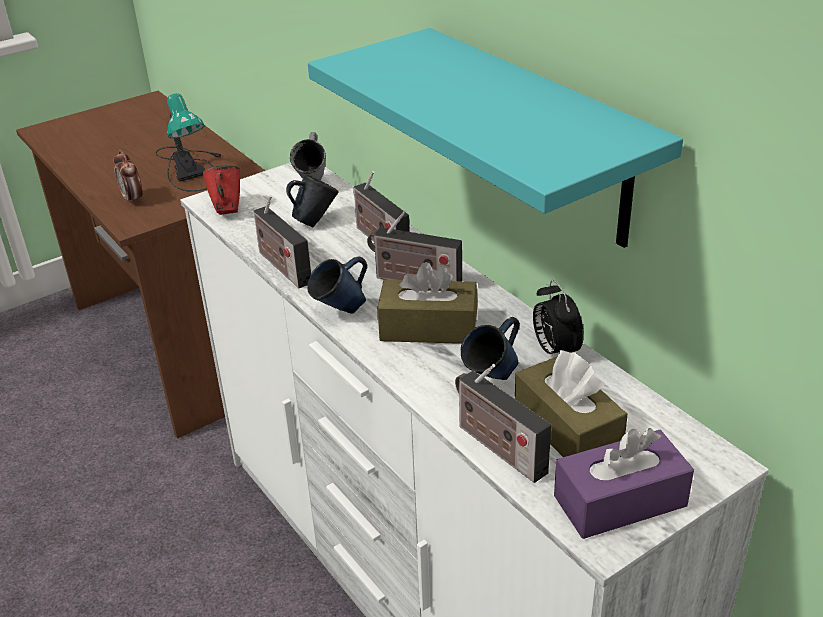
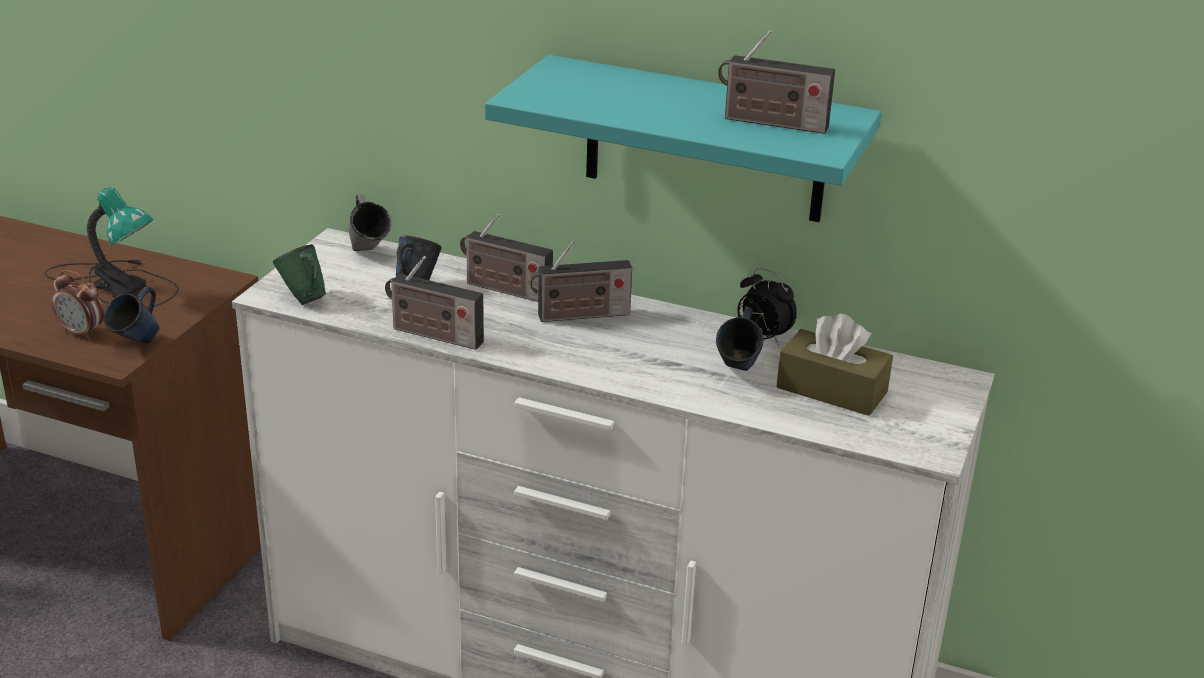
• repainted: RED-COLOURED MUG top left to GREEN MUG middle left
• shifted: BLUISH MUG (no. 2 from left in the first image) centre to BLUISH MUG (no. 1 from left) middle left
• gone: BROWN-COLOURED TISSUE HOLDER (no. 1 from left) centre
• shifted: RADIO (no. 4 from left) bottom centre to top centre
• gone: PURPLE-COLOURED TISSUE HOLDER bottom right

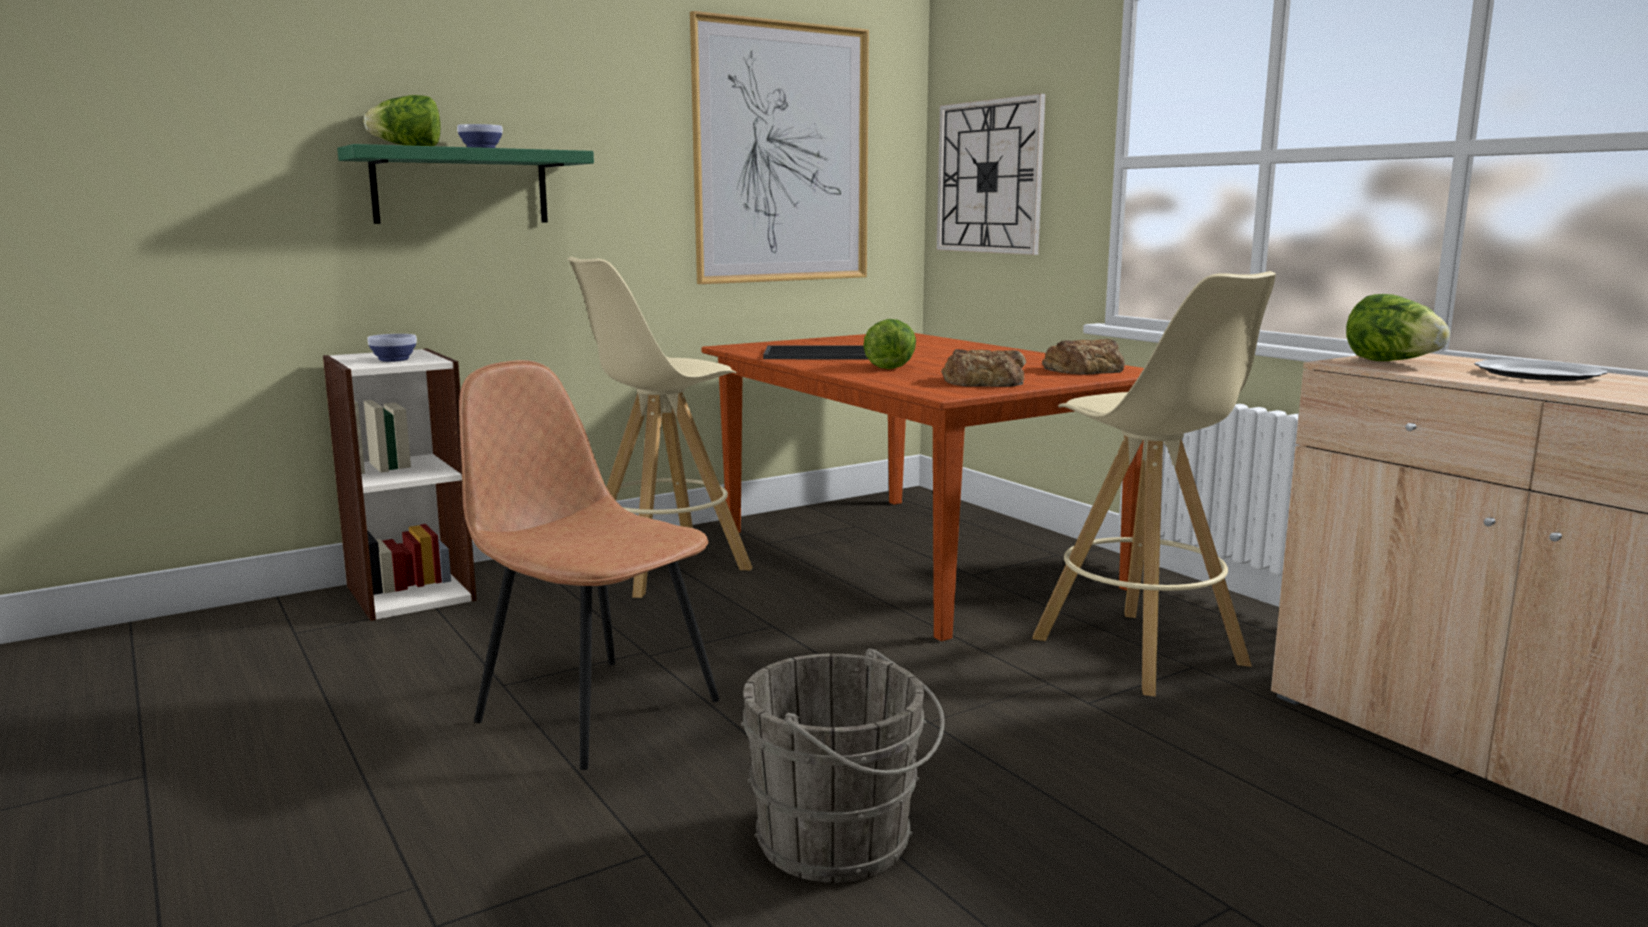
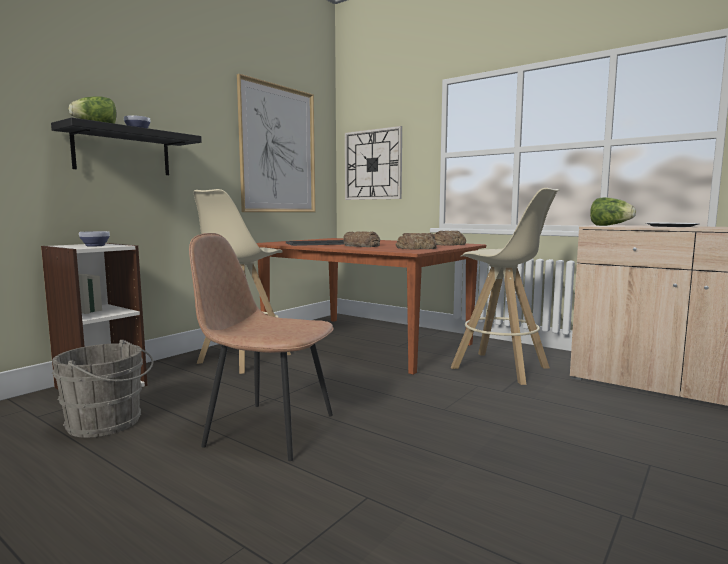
• repainted: GREEN SHELF top left to BLACK-COLOURED SHELF top left
• shifted: GREY BUCKET bottom centre to bottom left
• swapped: LETTUCE (no. 2 from left) centre to BAKERY BREAD (no. 1 from left) centre

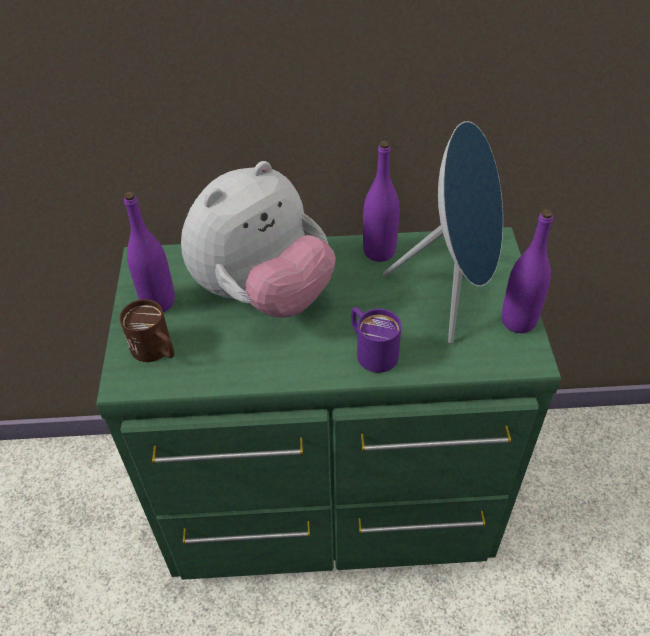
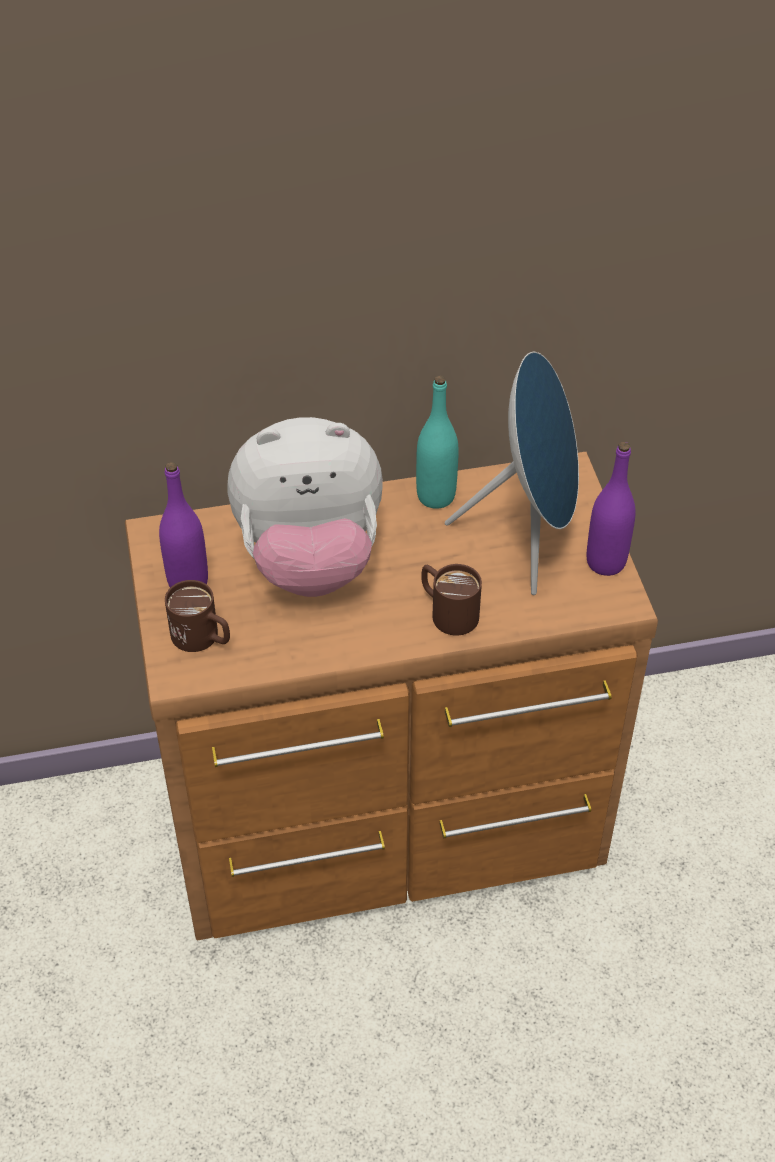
• repainted: GREEN DRESSER centre to BROWN-COLOURED DRESSER centre
• rotated: SOFT TOY centre = centre 45 degrees clockwise
• repainted: PURPLE-COLOURED MUG centre to BROWN-COLOURED MUG (no. 2 from left) centre
• repainted: PURPLE-COLOURED BOTTLE (no. 2 from left) top centre to TURQUOISE-COLOURED BOTTLE centre

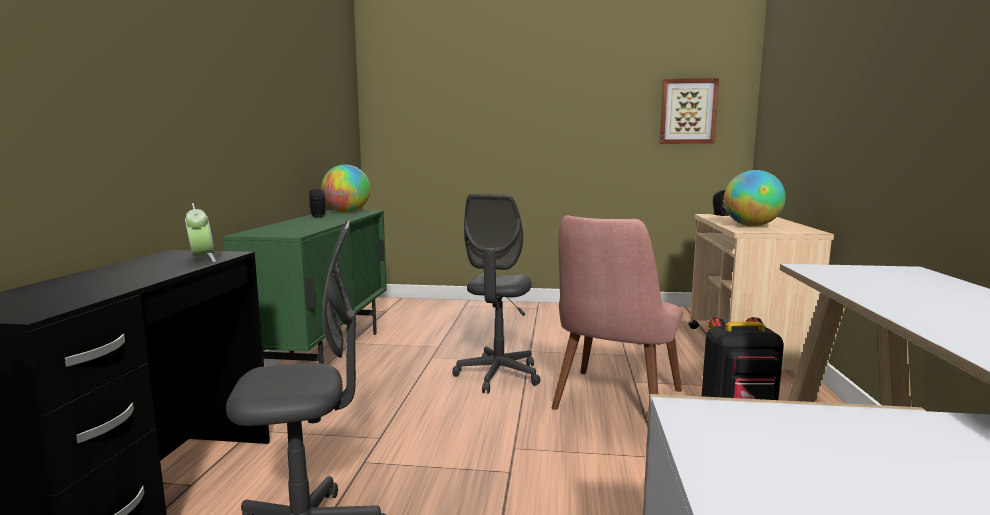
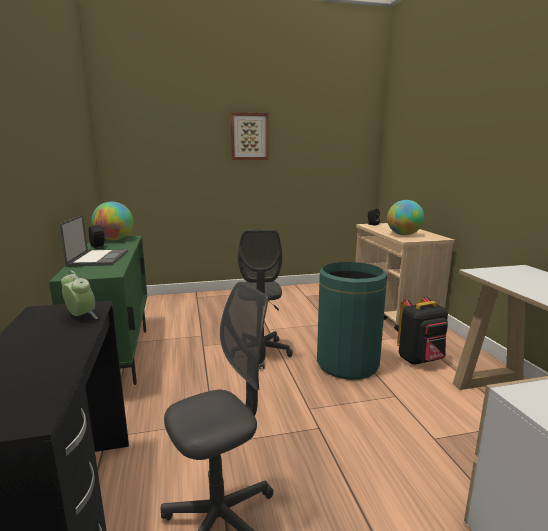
• swapped: PINK-COLOURED PLAIN CHAIR centre to GREEN RUBBISH BIN centre
• shifted: PICTURE top right to top centre
• new: LAPTOP middle left

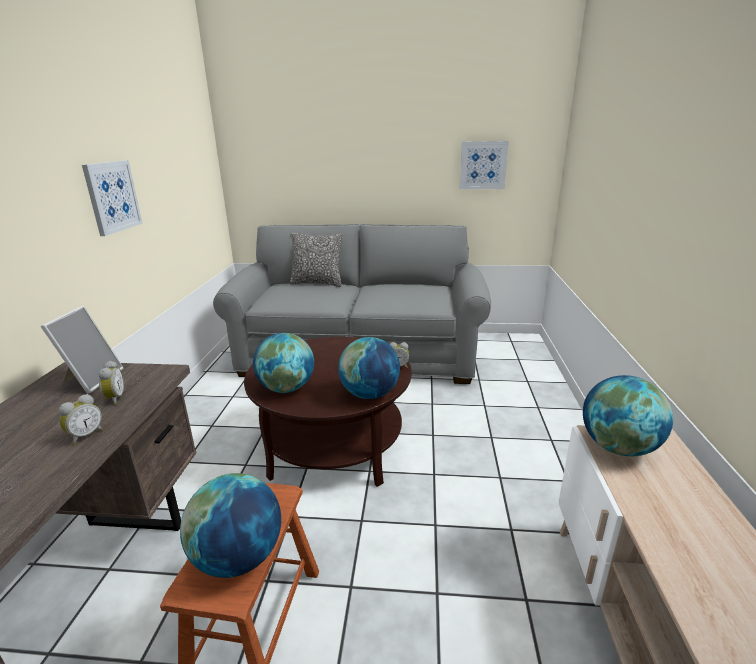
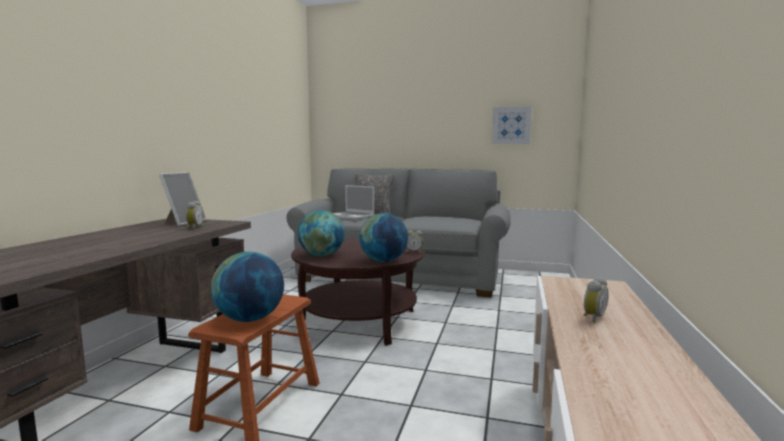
• shifted: ALARM CLOCK (no. 1 from left in the first image) middle left to ALARM CLOCK (no. 3 from left) bottom right
• gone: PICTURE (no. 1 from left) top left
• gone: WORLD GLOBE (no. 4 from left) middle right
• new: LAPTOP centre

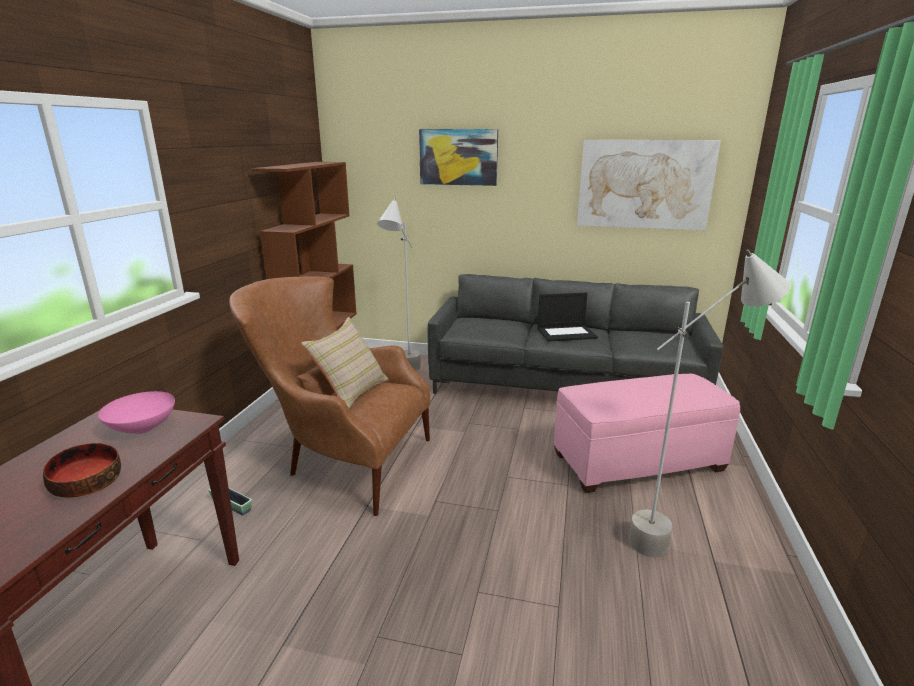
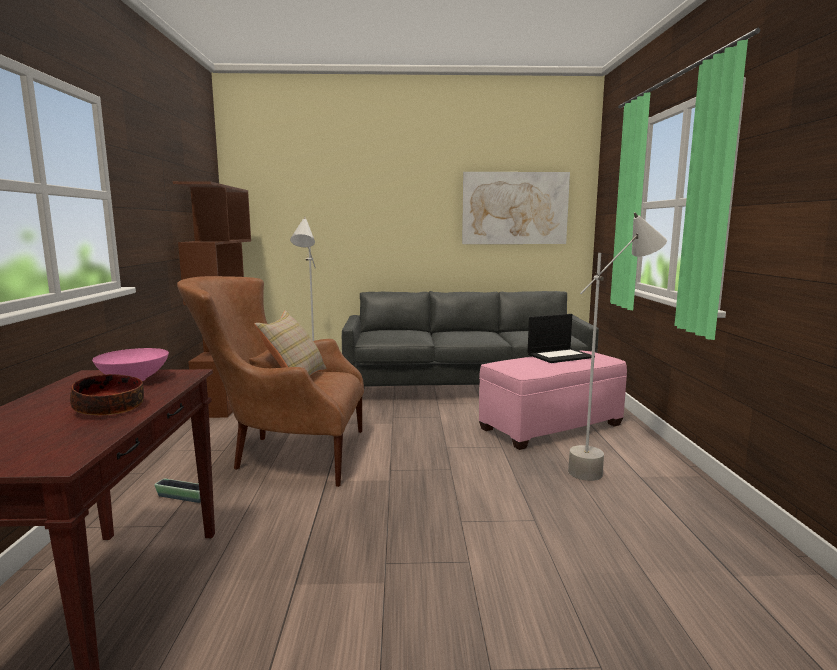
• gone: PICTURE (no. 1 from left) top centre
• shifted: LAPTOP centre to middle right

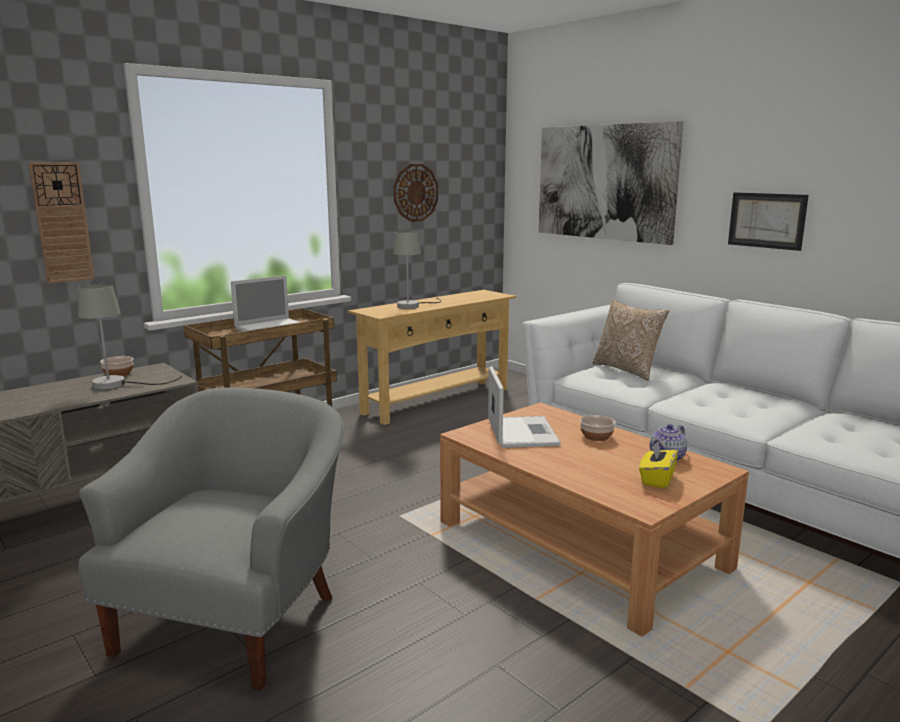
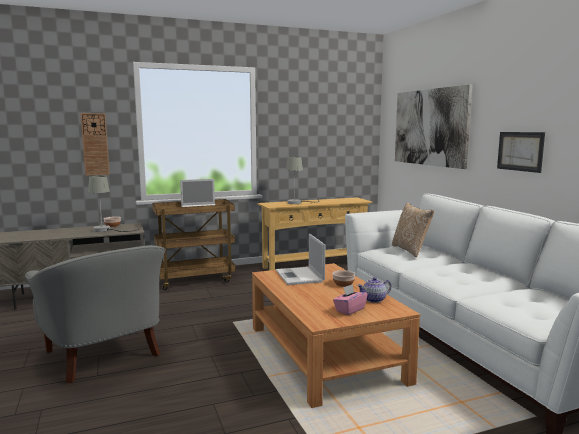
• rotated: GREY EASY CHAIR bottom left = bottom left 105 degrees clockwise
• gone: CLOCK ON THE WALL (no. 2 from left) top centre
• rotated: LAPTOP (no. 2 from left) centre = centre 150 degrees clockwise
• repainted: YELLOW TISSUE HOLDER middle right to PINK-COLOURED TISSUE HOLDER bottom centre

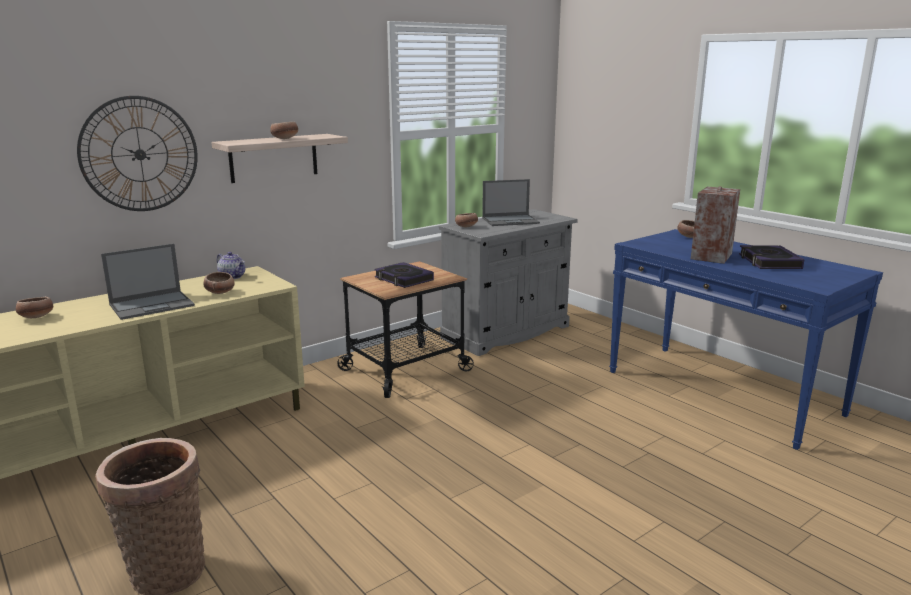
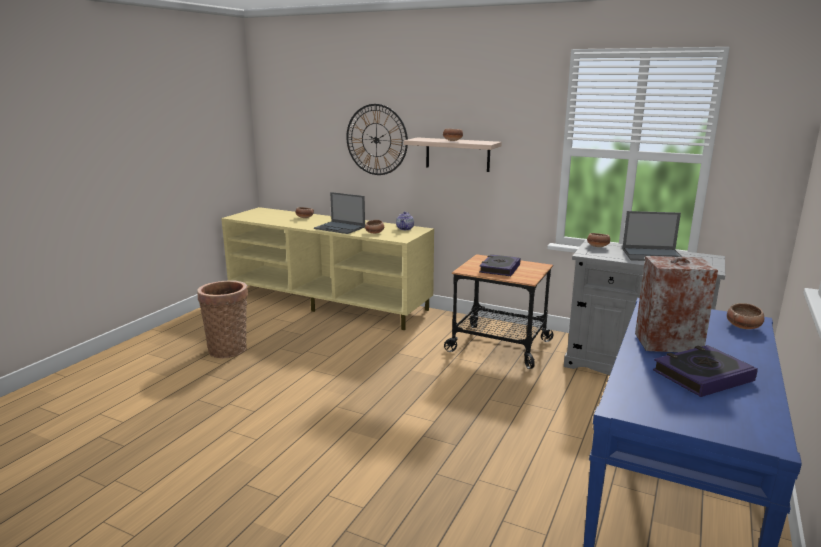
• rotated: LAPTOP (no. 2 from left) centre = middle right 45 degrees counterclockwise

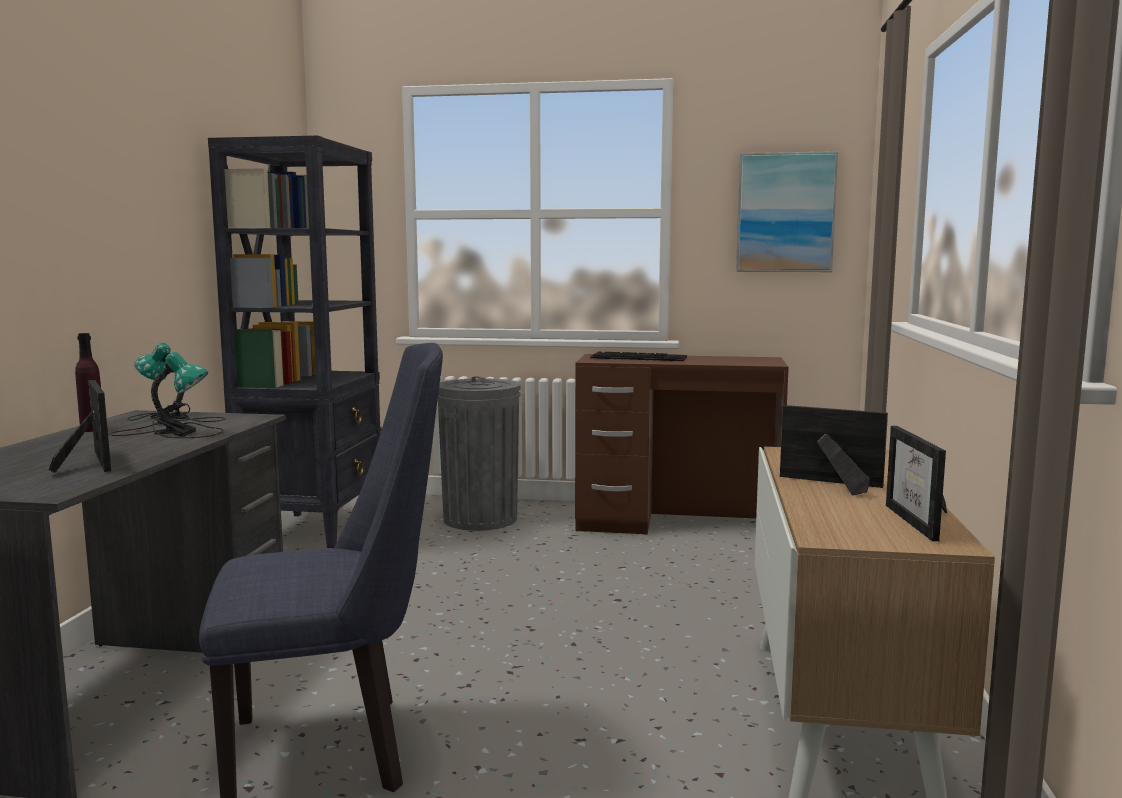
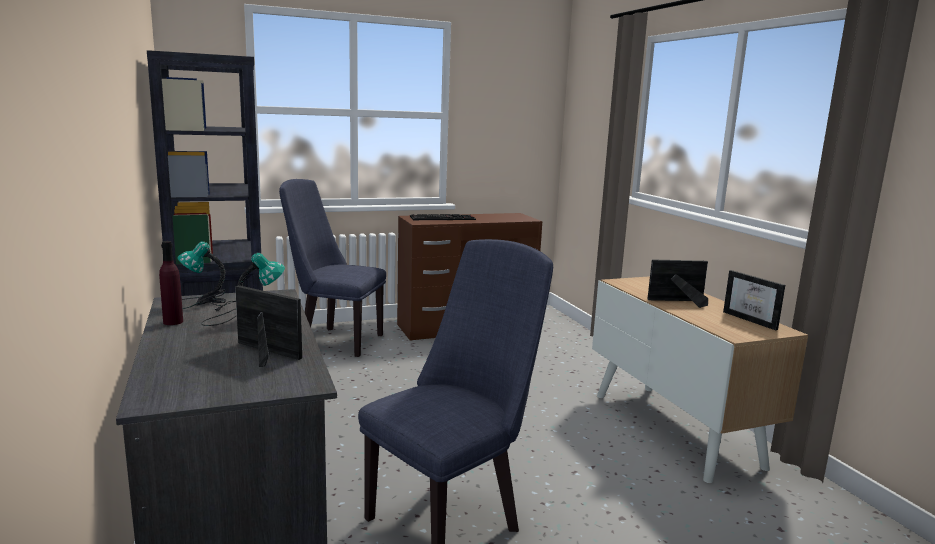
• swapped: GREY RUBBISH BIN centre to BLUISH PLAIN CHAIR (no. 1 from left) centre
• gone: PICTURE top right

